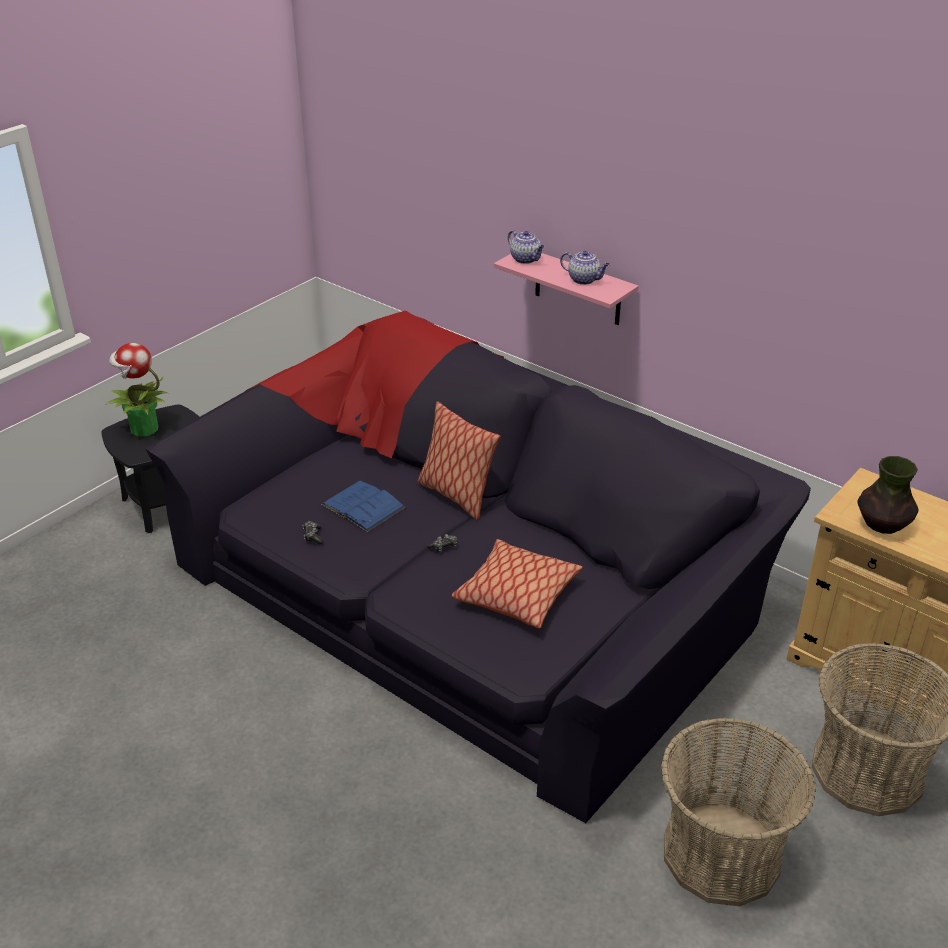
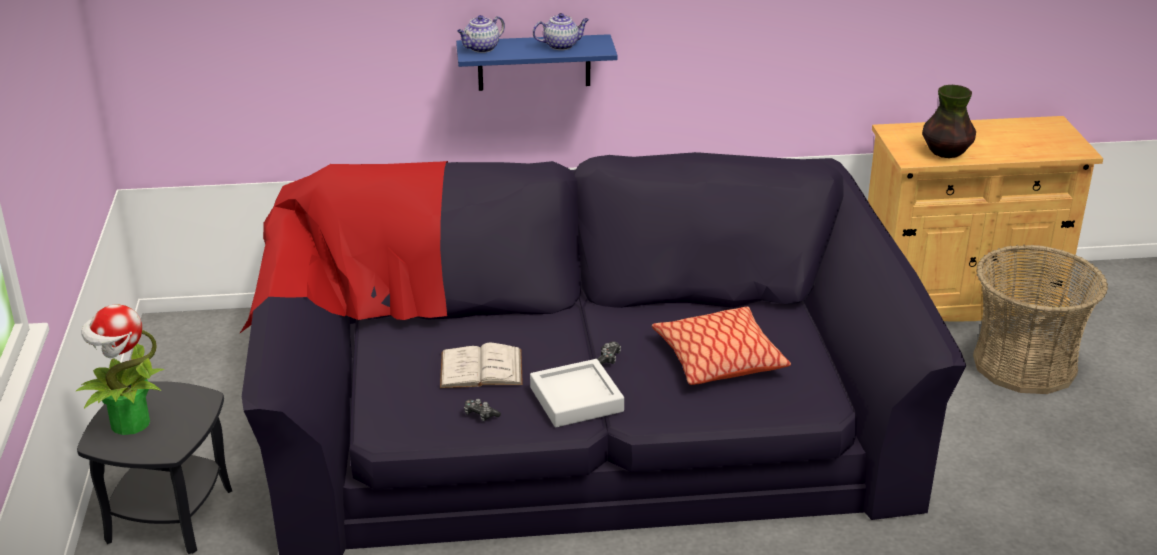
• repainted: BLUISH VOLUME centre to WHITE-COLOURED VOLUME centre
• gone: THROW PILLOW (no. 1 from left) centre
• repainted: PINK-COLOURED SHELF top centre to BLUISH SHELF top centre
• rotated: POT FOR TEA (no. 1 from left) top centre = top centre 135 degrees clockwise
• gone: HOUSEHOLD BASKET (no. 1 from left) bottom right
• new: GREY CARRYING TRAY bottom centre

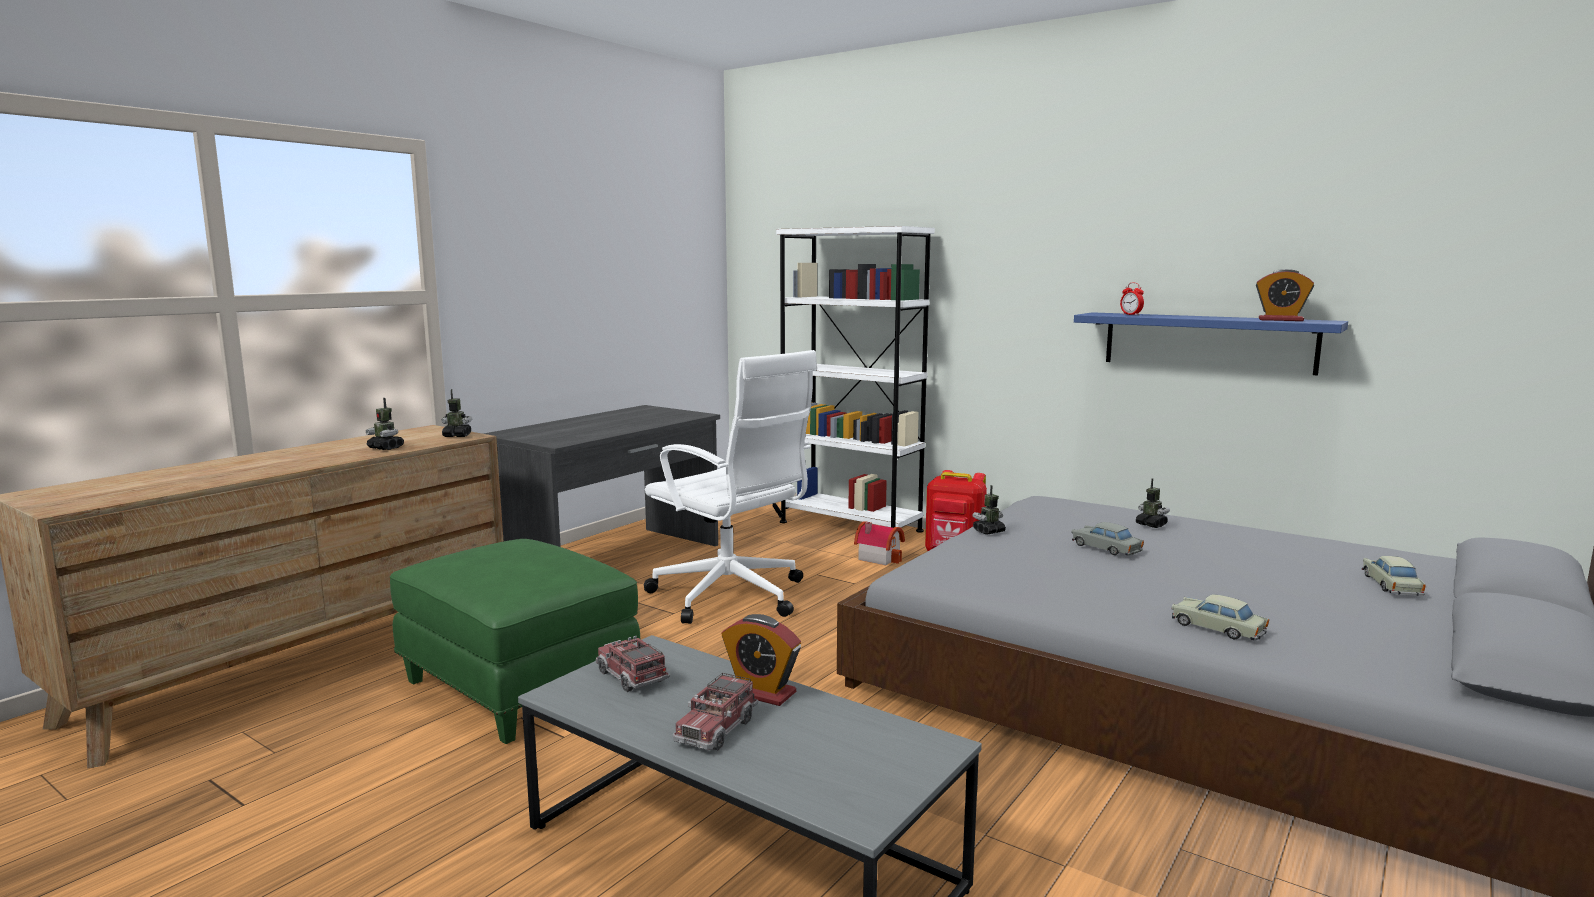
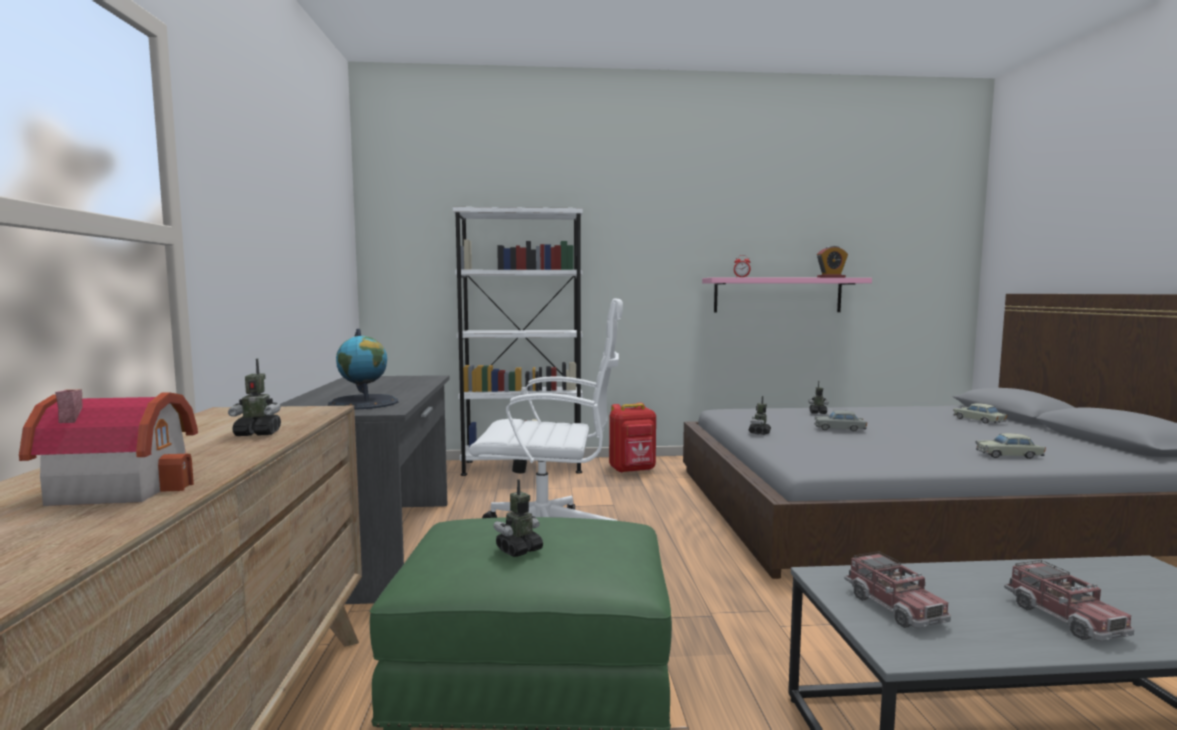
• shifted: MODEL ROBOT (no. 2 from left) middle left to bottom centre
• rotated: TOY LORRY (no. 1 from left) bottom centre = bottom right 120 degrees counterclockwise
• gone: ALARM CLOCK (no. 1 from left) bottom centre
• shifted: MODEL HOUSE centre to middle left
• repainted: BLUISH SHELF middle right to PINK-COLOURED SHELF middle right
• new: WORLD GLOBE middle left

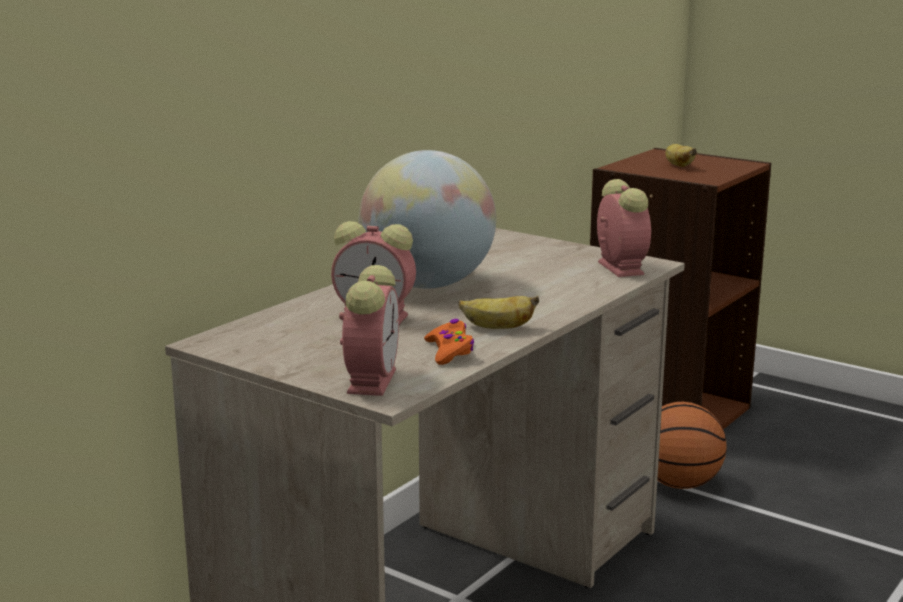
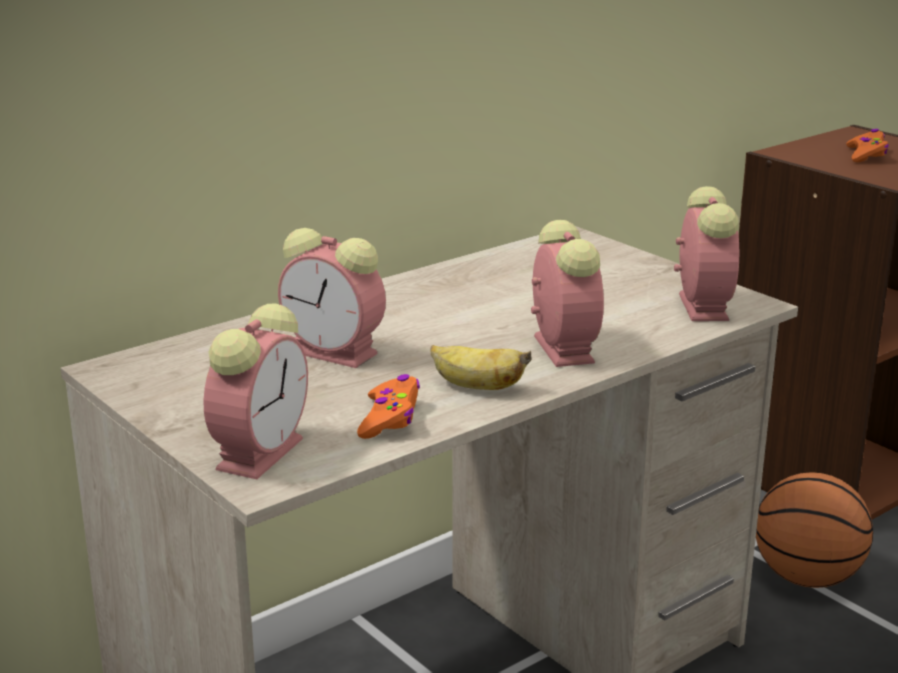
• gone: WORLD GLOBE centre
• swapped: WHOLE BANANA (no. 2 from left) top right to ORANGE-COLOURED JOYPAD (no. 2 from left) top right
• new: ALARM CLOCK (no. 3 from left) centre

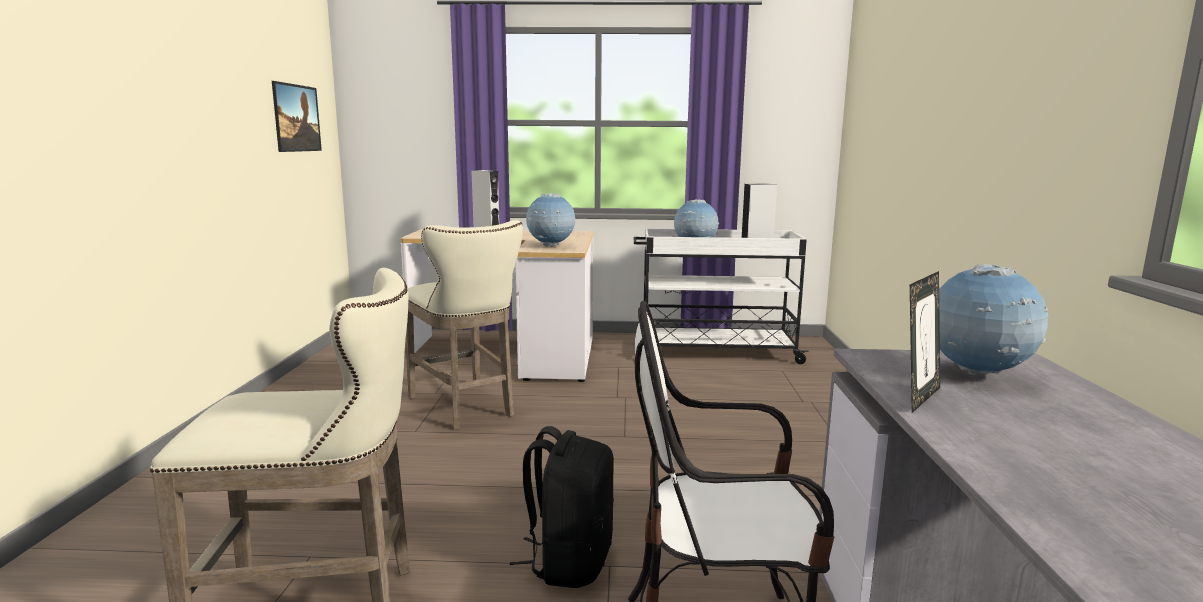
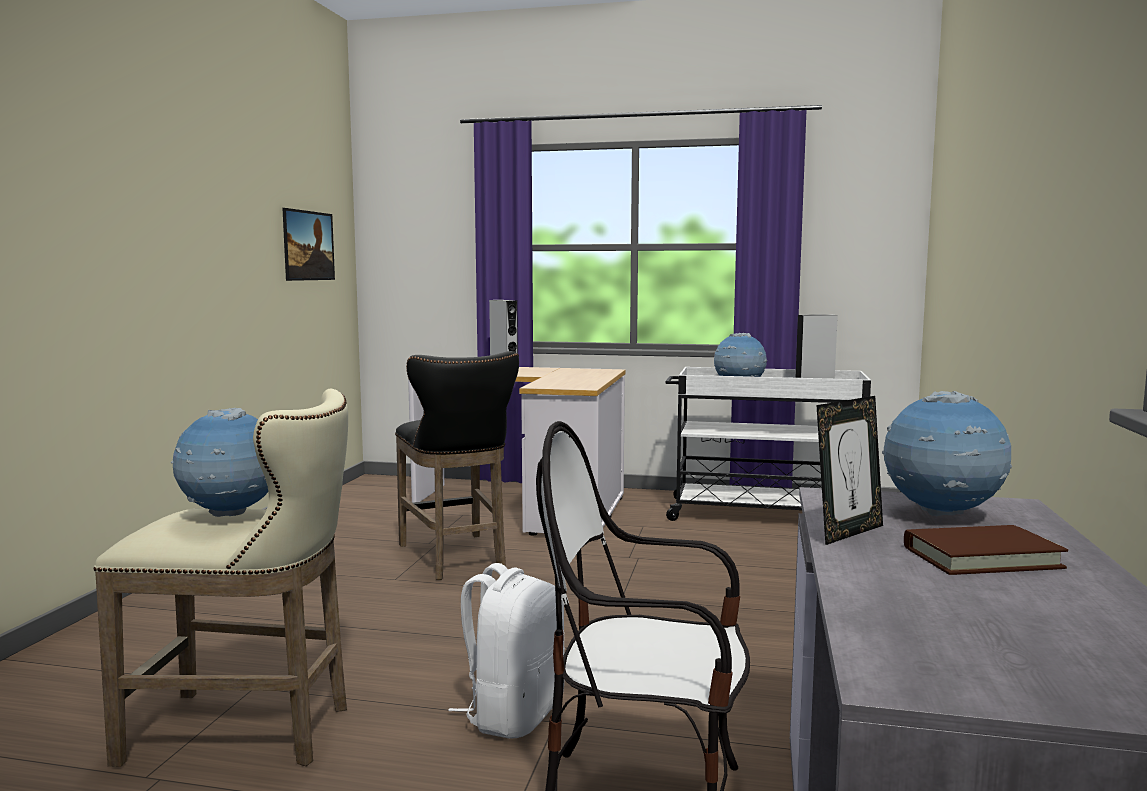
• repainted: SAND-COLOURED STOOL SEAT (no. 2 from left) centre to BLACK-COLOURED STOOL SEAT centre
• repainted: BLACK-COLOURED KNAPSACK bottom centre to WHITE-COLOURED KNAPSACK bottom centre
• shifted: WORLD GLOBE (no. 1 from left) centre to middle left
• new: BROWN-COLOURED VOLUME bottom right

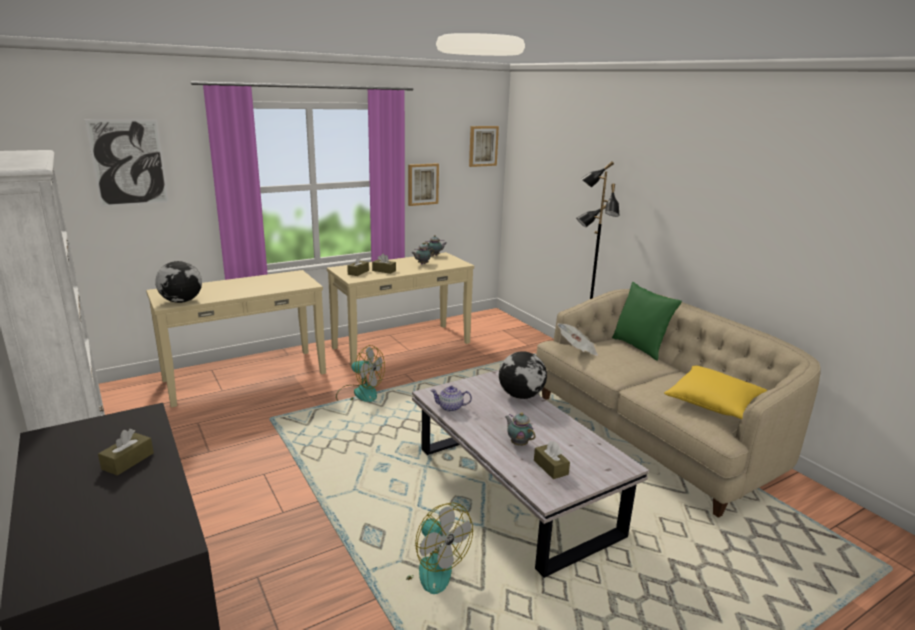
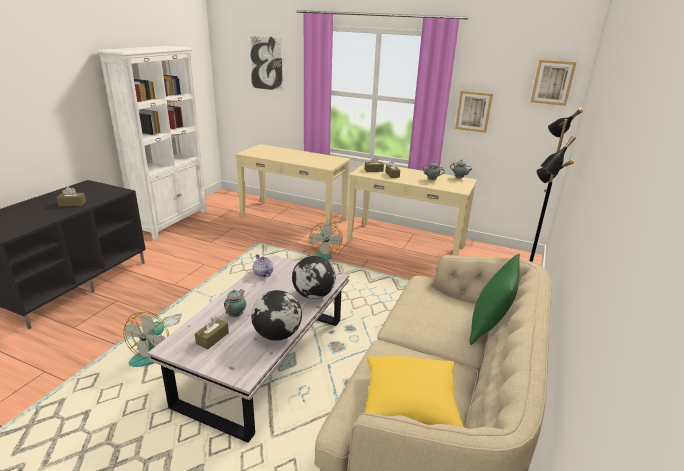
• shifted: WORLD GLOBE (no. 1 from left) middle left to bottom centre
• gone: NEWSPAPER centre

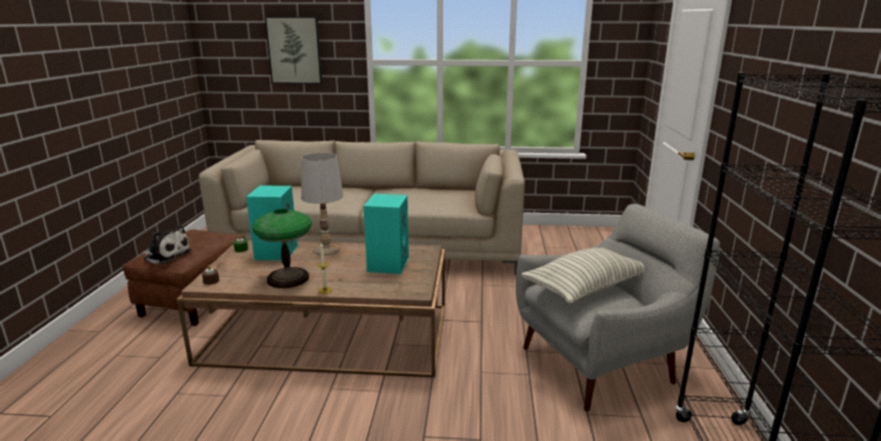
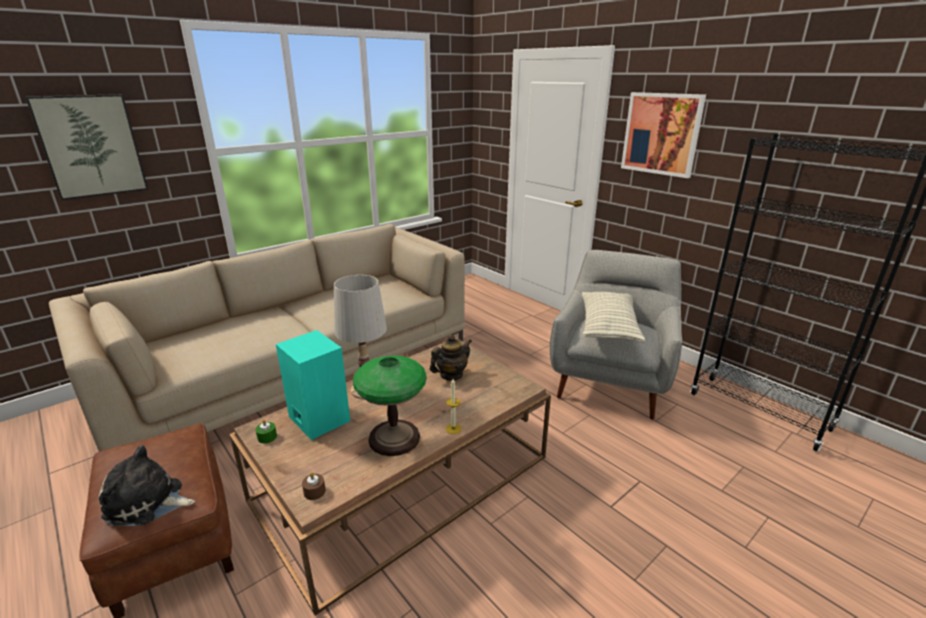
• rotated: SOFT TOY middle left = bottom left 150 degrees counterclockwise
• swapped: TURQUOISE-COLOURED AUDIO SPEAKER (no. 2 from left) centre to POT FOR TEA centre
• new: PICTURE (no. 2 from left) top right

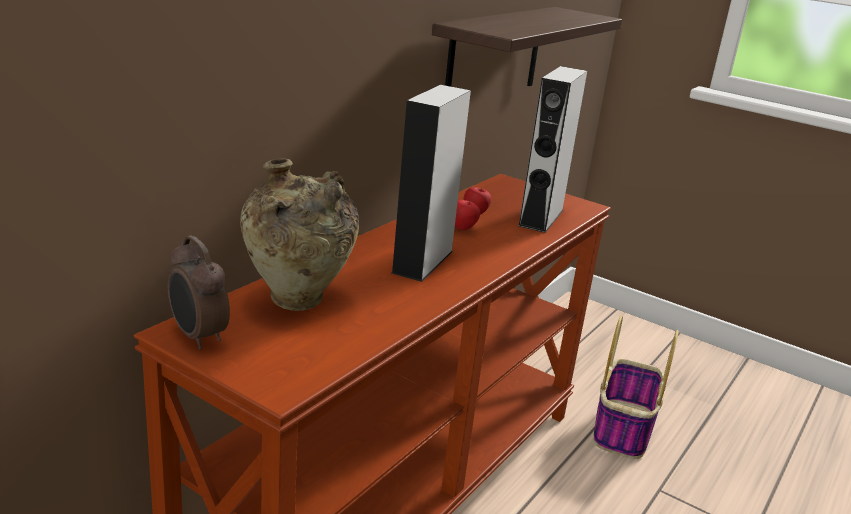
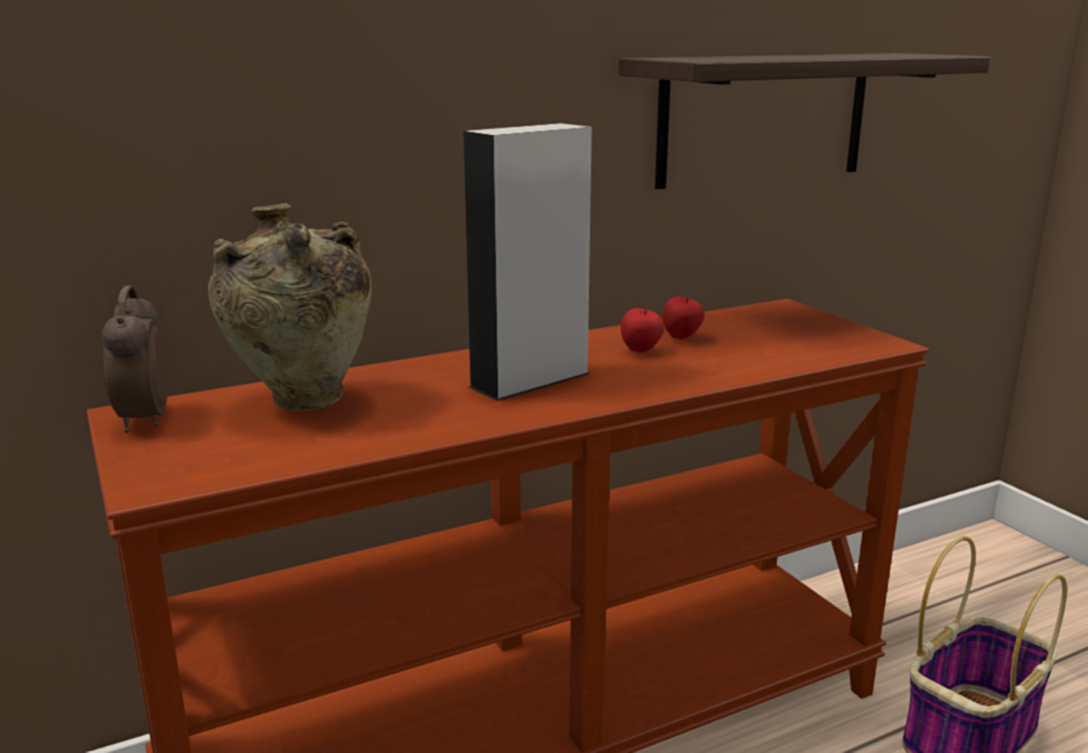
• gone: GREY AUDIO SPEAKER (no. 2 from left) top centre

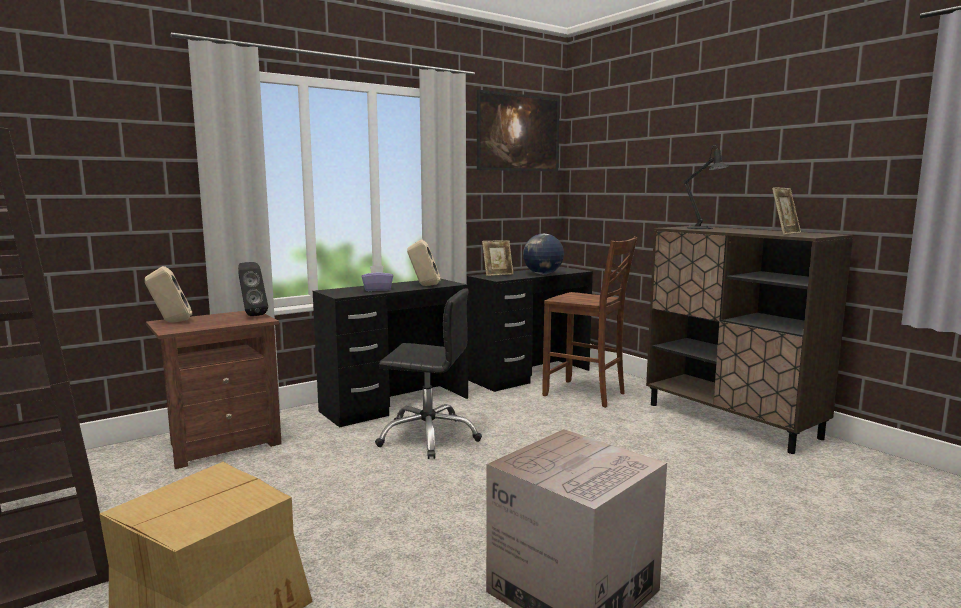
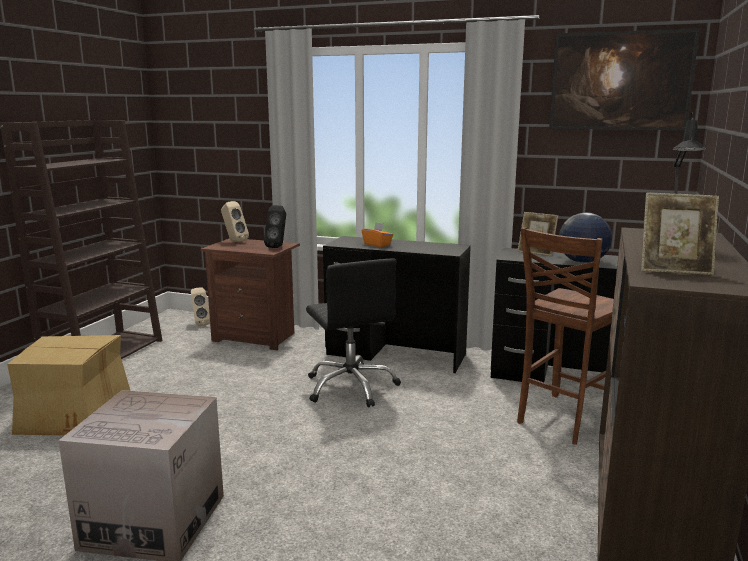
• repainted: PURPLE-COLOURED TISSUE HOLDER centre to ORANGE-COLOURED TISSUE HOLDER centre
• shifted: SAND-COLOURED AUDIO SPEAKER (no. 2 from left in the first image) centre to SAND-COLOURED AUDIO SPEAKER (no. 1 from left) middle left
• rotated: BROWN-COLOURED PLAIN CHAIR centre = middle right 45 degrees clockwise

